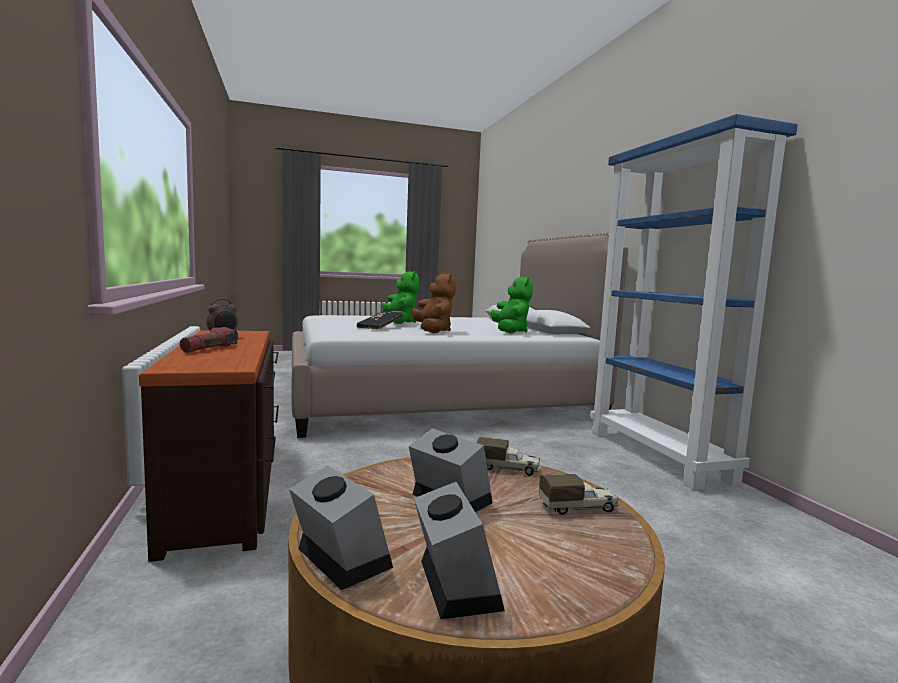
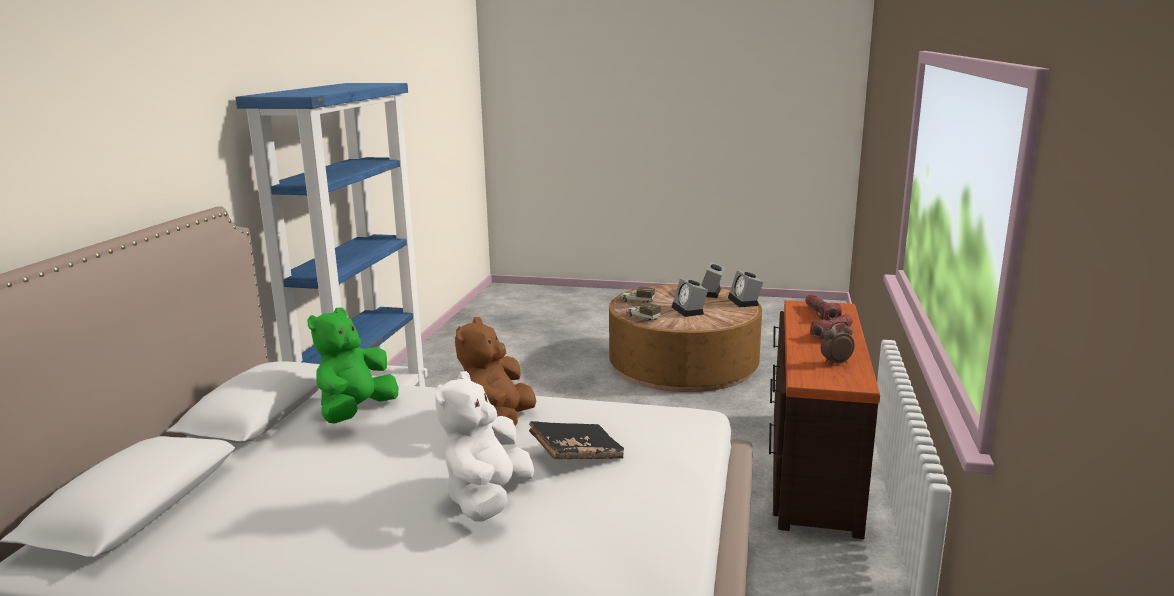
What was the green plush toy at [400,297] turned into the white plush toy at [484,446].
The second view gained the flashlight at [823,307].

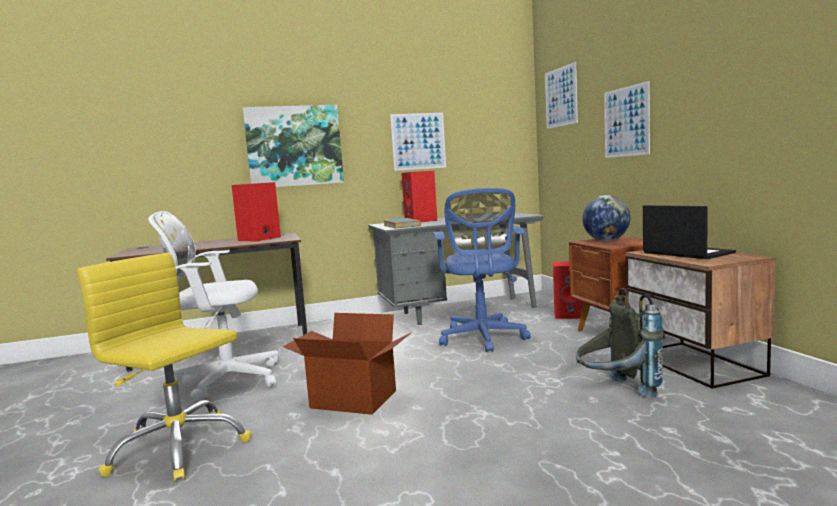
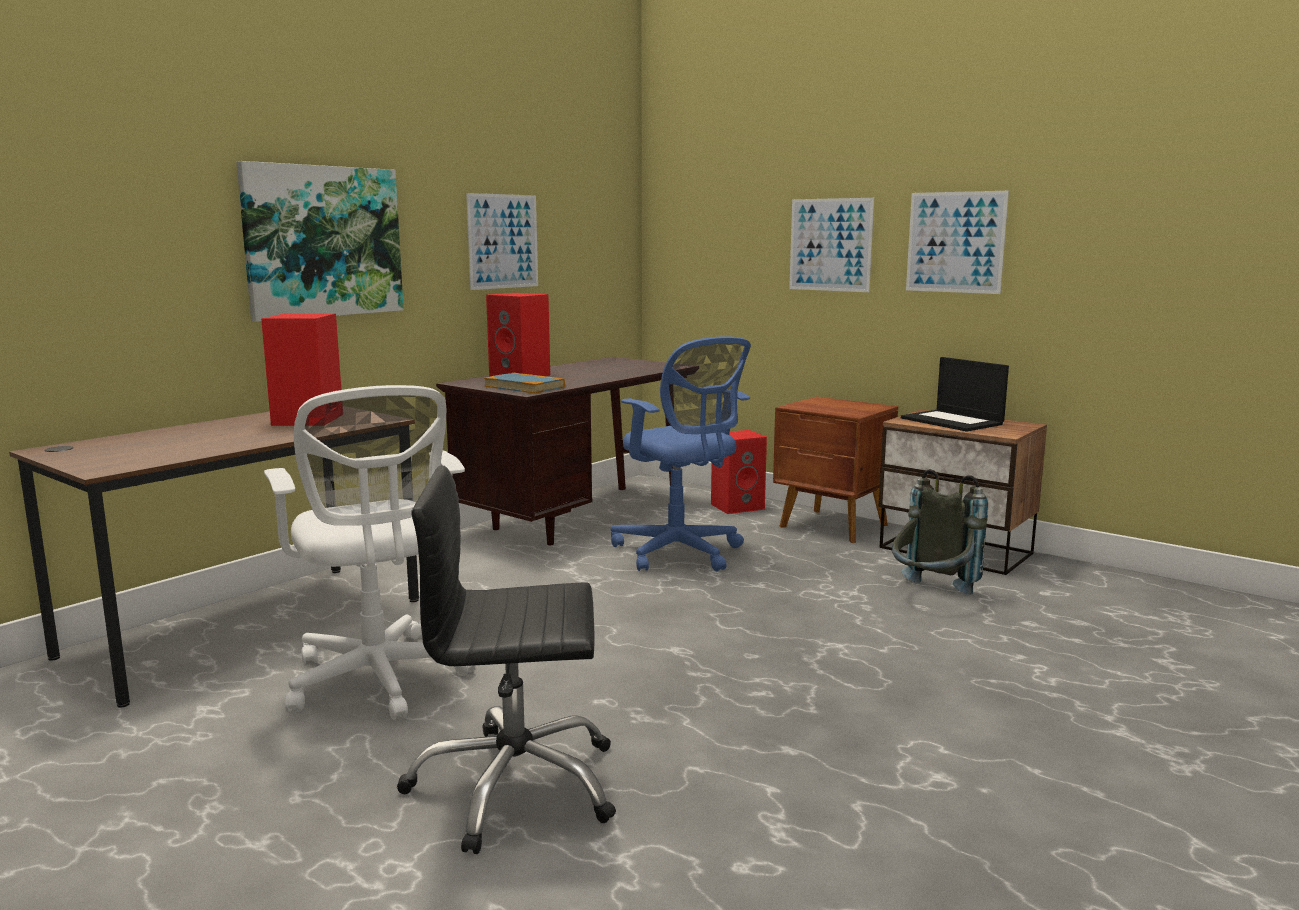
The picture ended up elsewhere, having gone from [561,95] to [957,242].
The second view lost the globe at [606,218].
The laptop at [689,232] ended up facing another way, 150 degrees counterclockwise from before.
The white office chair at [213,306] ended up facing another way, 75 degrees counterclockwise from before.
What was the grey desk at [456,268] turned into the brown desk at [563,451].
What was the yellow office chair at [164,367] turned into the black office chair at [506,660].
The second view lost the cardboard box at [347,364].

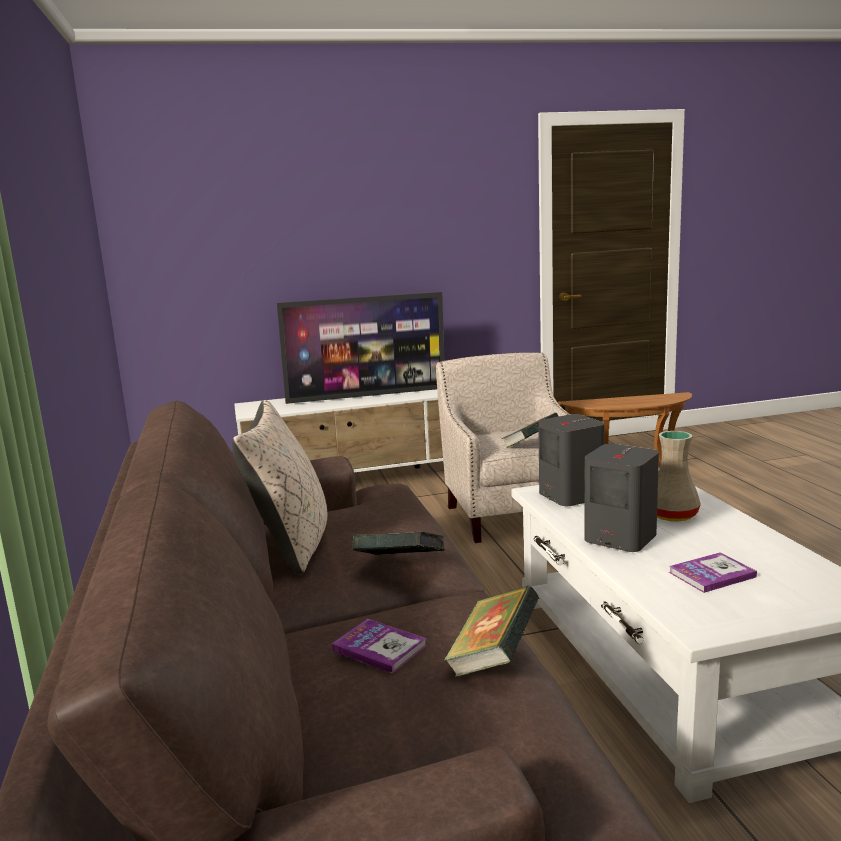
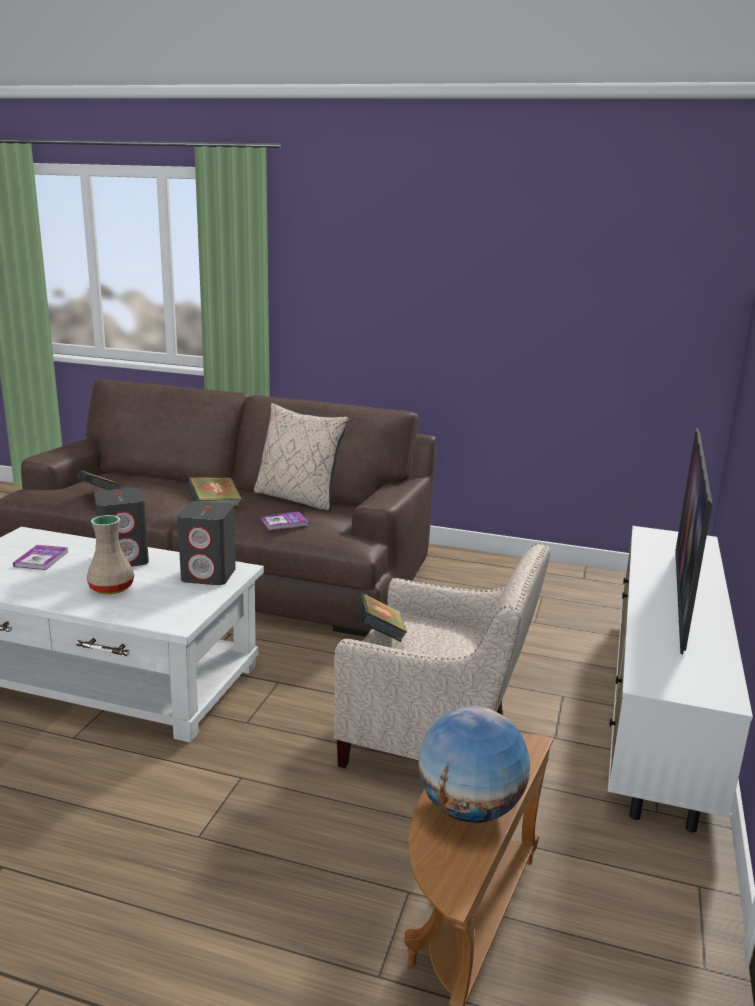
The book ended up elsewhere, having gone from [379,646] to [284,520].
The second view gained the globe at [474,764].

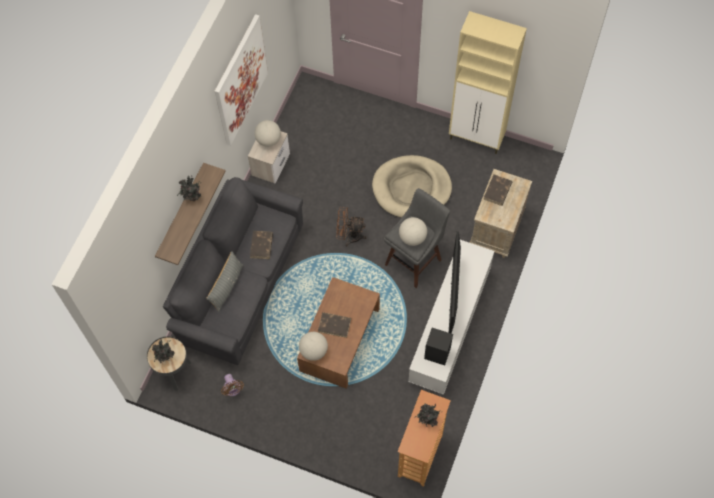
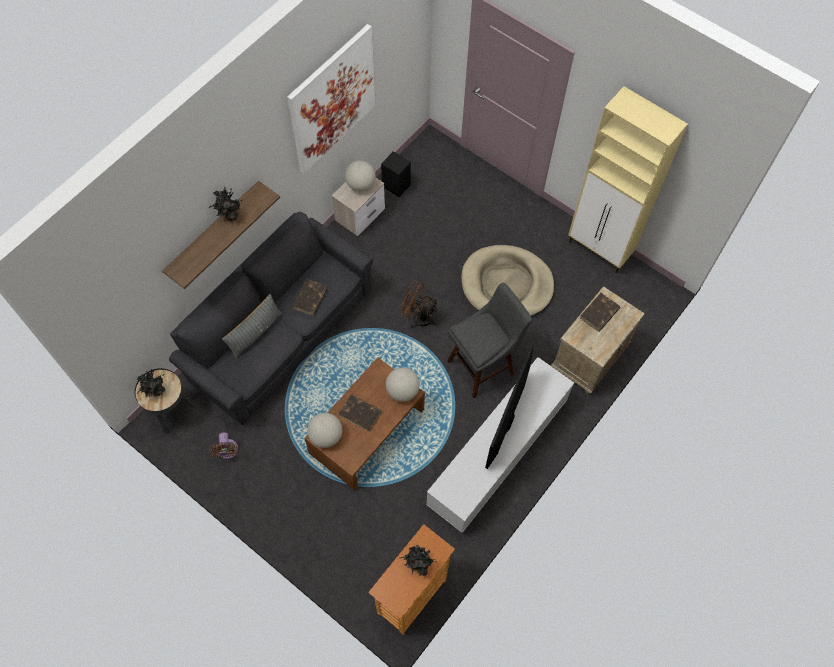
The globe ended up elsewhere, having gone from [413,231] to [403,384].
The black speaker ended up elsewhere, having gone from [438,346] to [396,174].

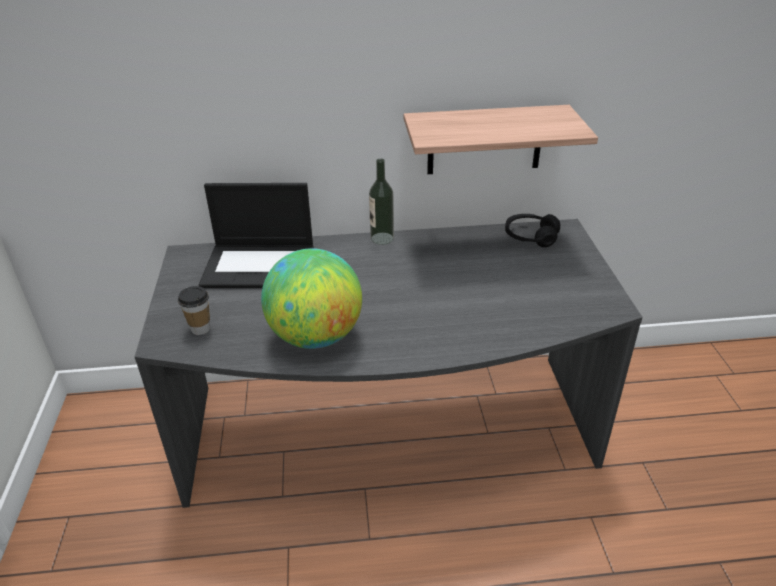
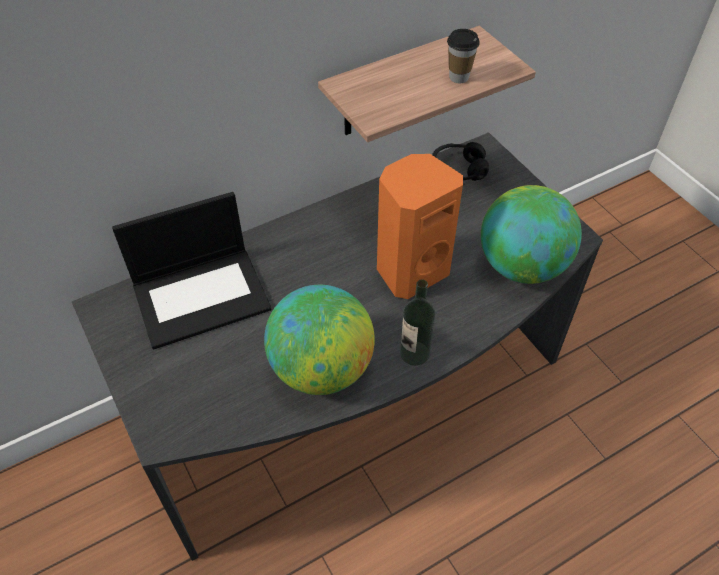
The bottle ended up elsewhere, having gone from [381,202] to [417,322].
The cup ended up elsewhere, having gone from [194,310] to [463,56].
The second view gained the orange speaker at [420,226].
The second view gained the globe at [531,234].

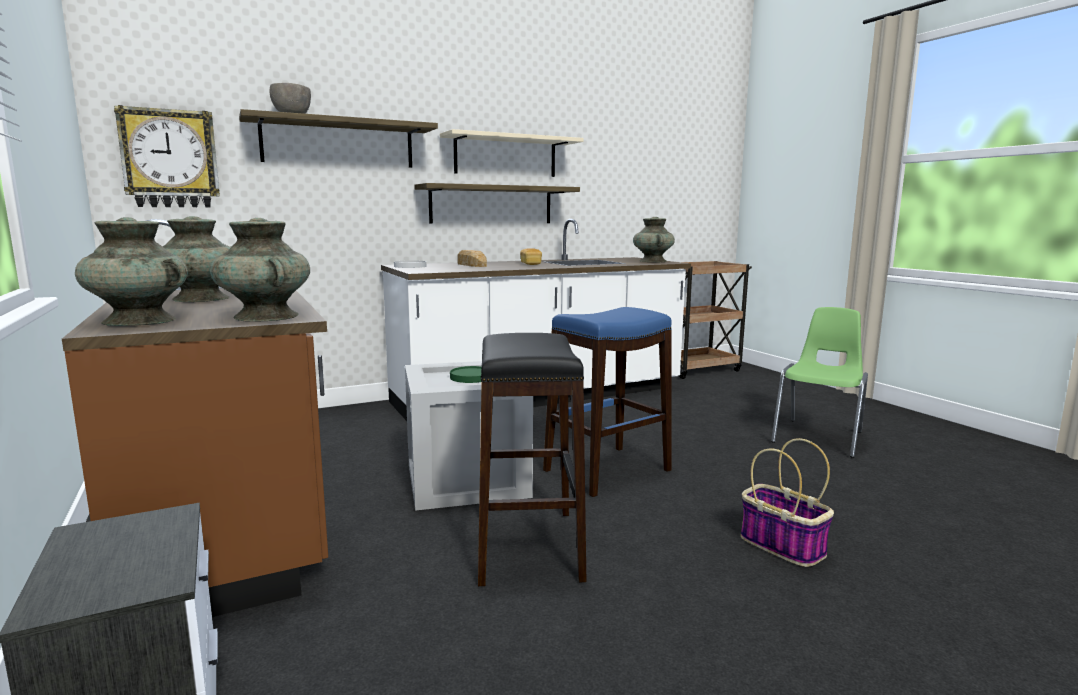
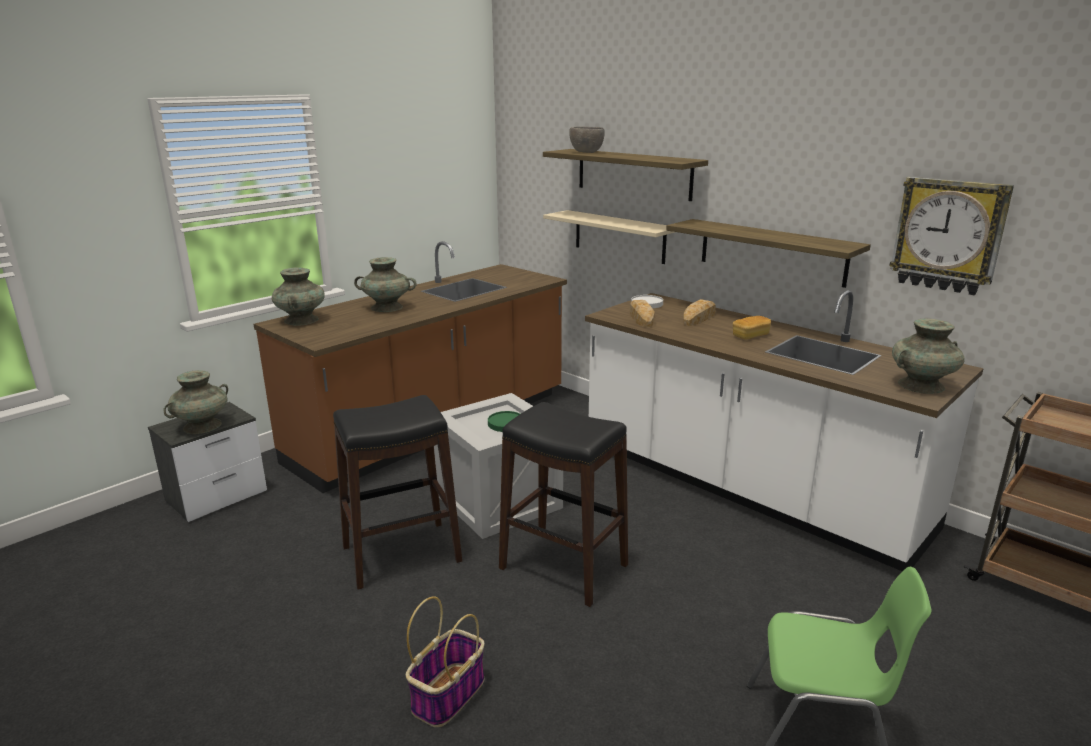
The wall clock ended up elsewhere, having gone from [167,156] to [951,236].
The beige shelf ended up elsewhere, having gone from [511,153] to [609,237].
The turquoise vase ended up elsewhere, having gone from [260,270] to [196,402].
What was the blue stool at [607,402] turned into the black stool at [563,504].
The second view gained the bread at [642,313].

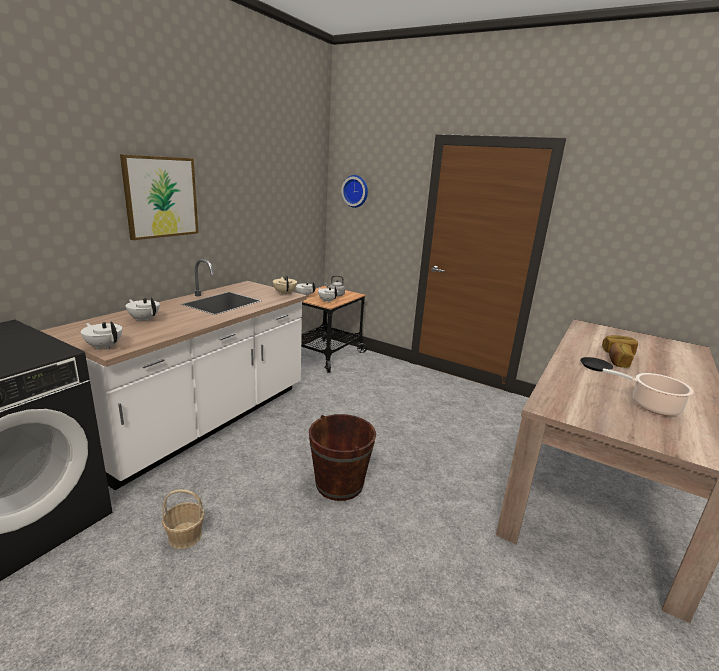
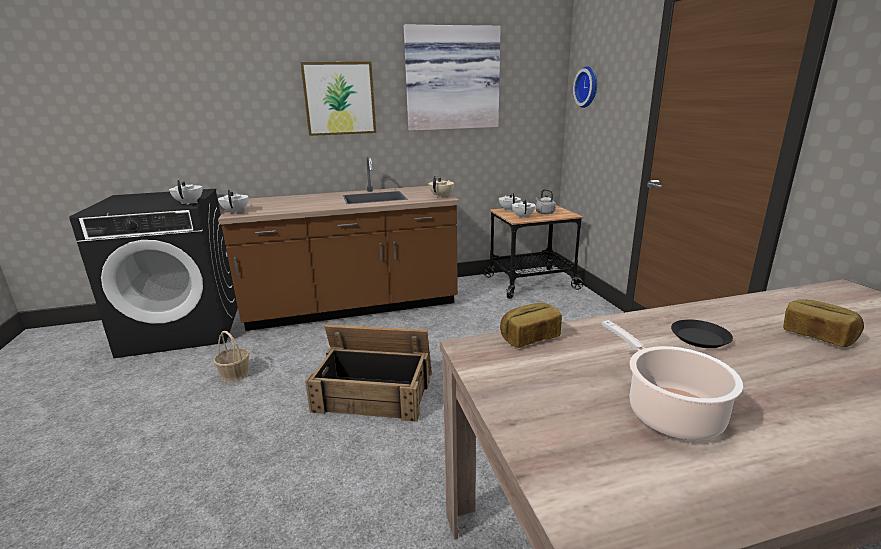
What was the white counter at [174,374] turned into the brown counter at [338,243].
The white teapot ended up elsewhere, having gone from [143,309] to [186,192].
The bread ended up elsewhere, having gone from [621,355] to [531,325].
Where the brown bucket stood at [342,457], the crate came to stand at [368,373].
The second view gained the picture at [452,77].

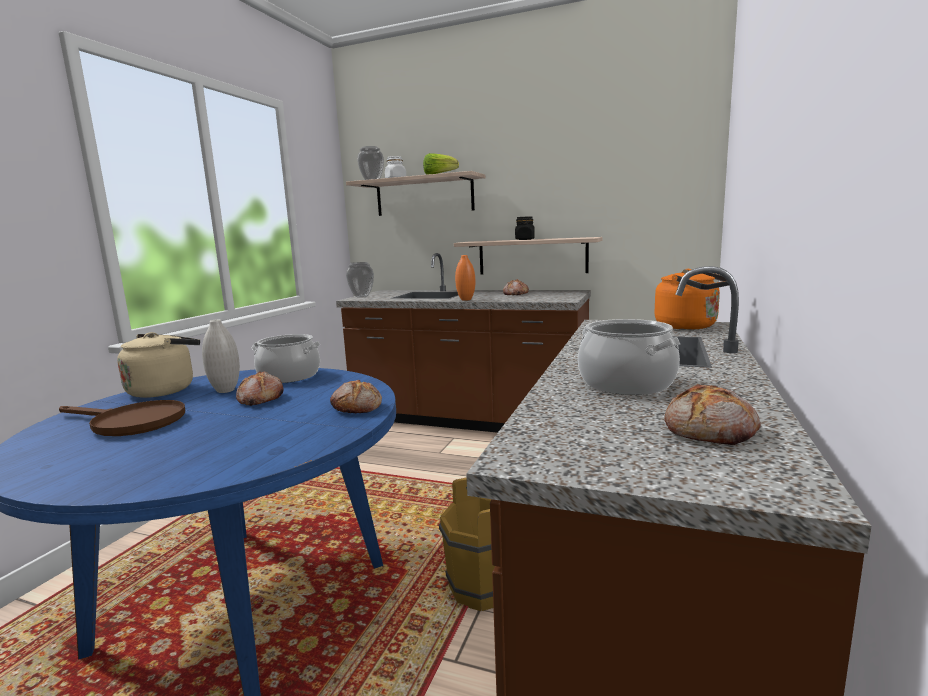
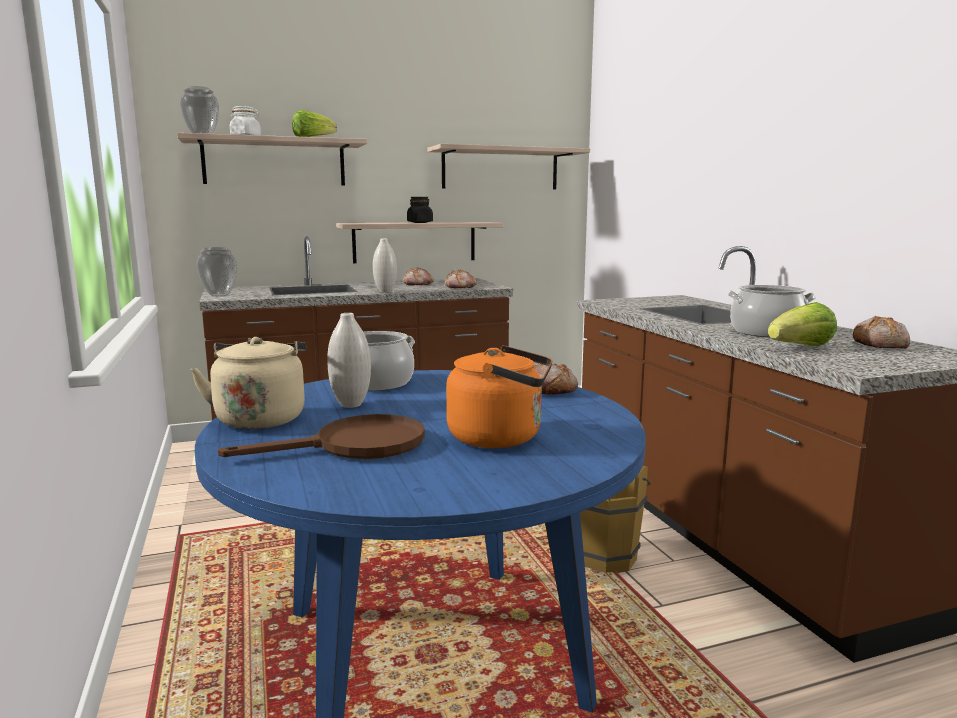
What was the orange vase at [465,278] turned into the white vase at [385,265].
The orange kettle ended up elsewhere, having gone from [691,299] to [499,397].
The bread ended up elsewhere, having gone from [259,388] to [461,279].
The second view gained the shelf at [508,167].
The second view gained the lettuce at [802,324].

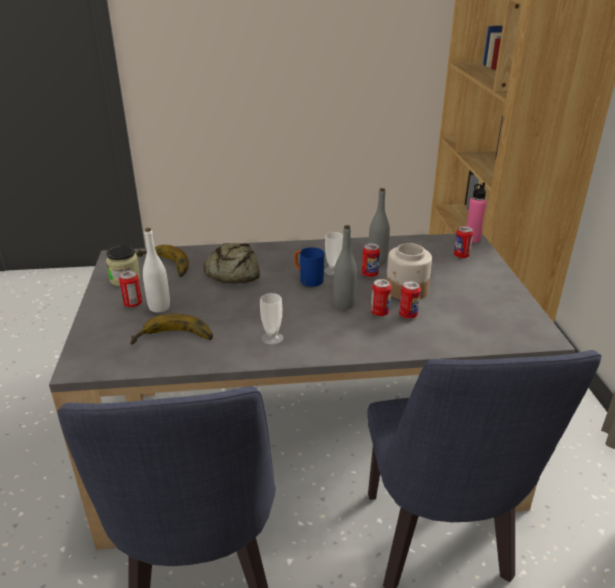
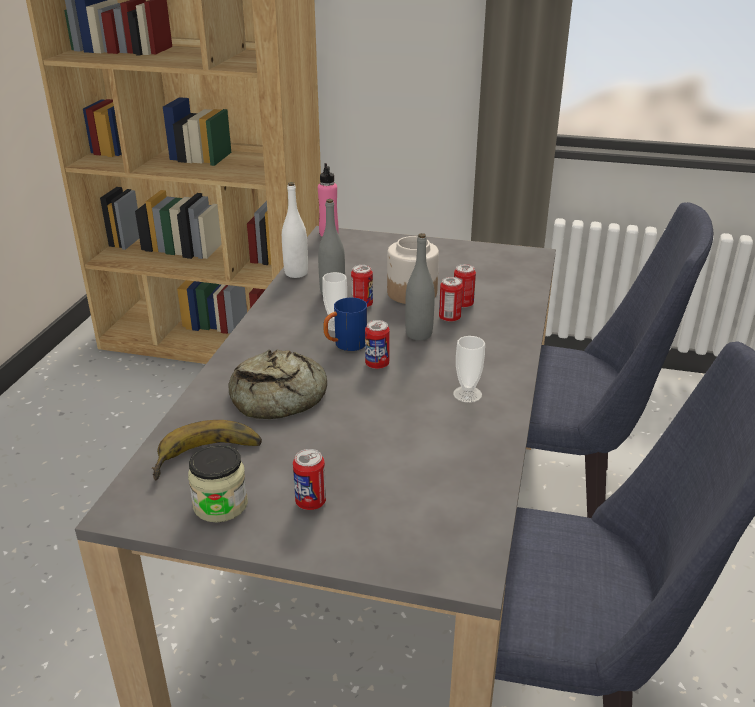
The can ended up elsewhere, having gone from [463,242] to [377,344].
The white bottle ended up elsewhere, having gone from [156,270] to [295,230].
The second view lost the banana at [171,329].

